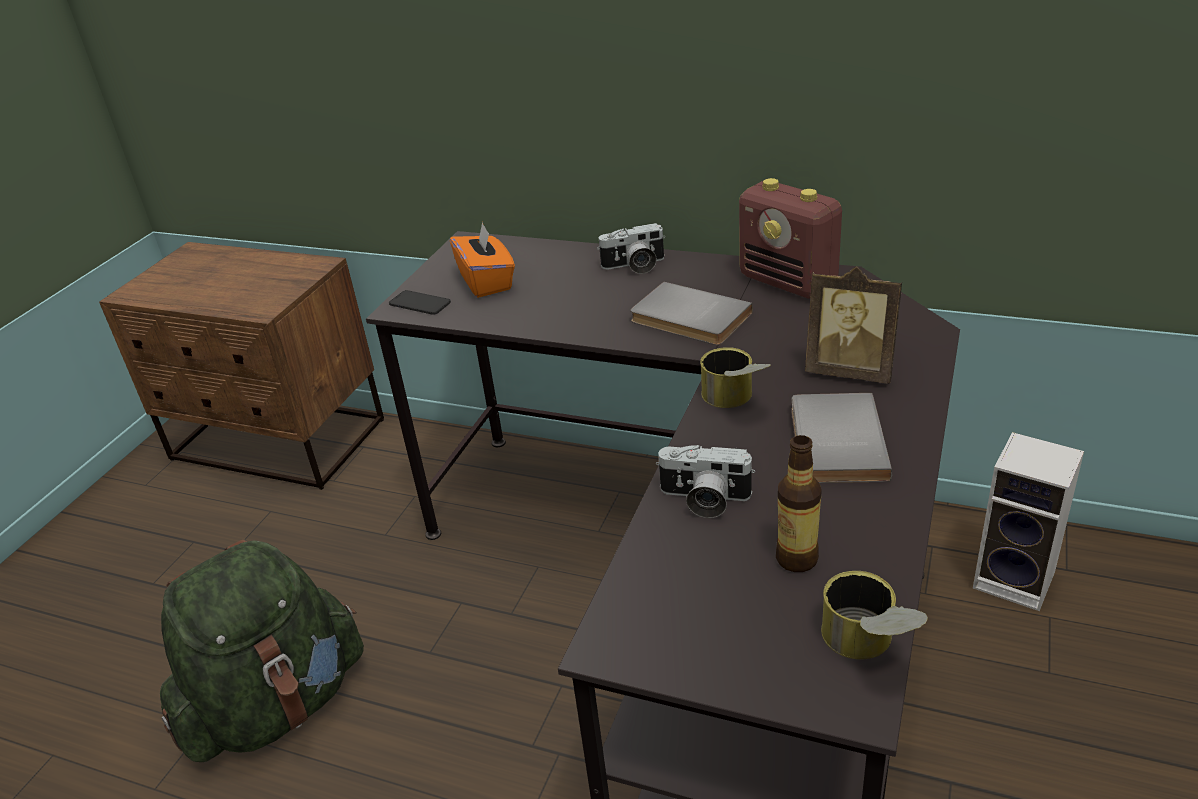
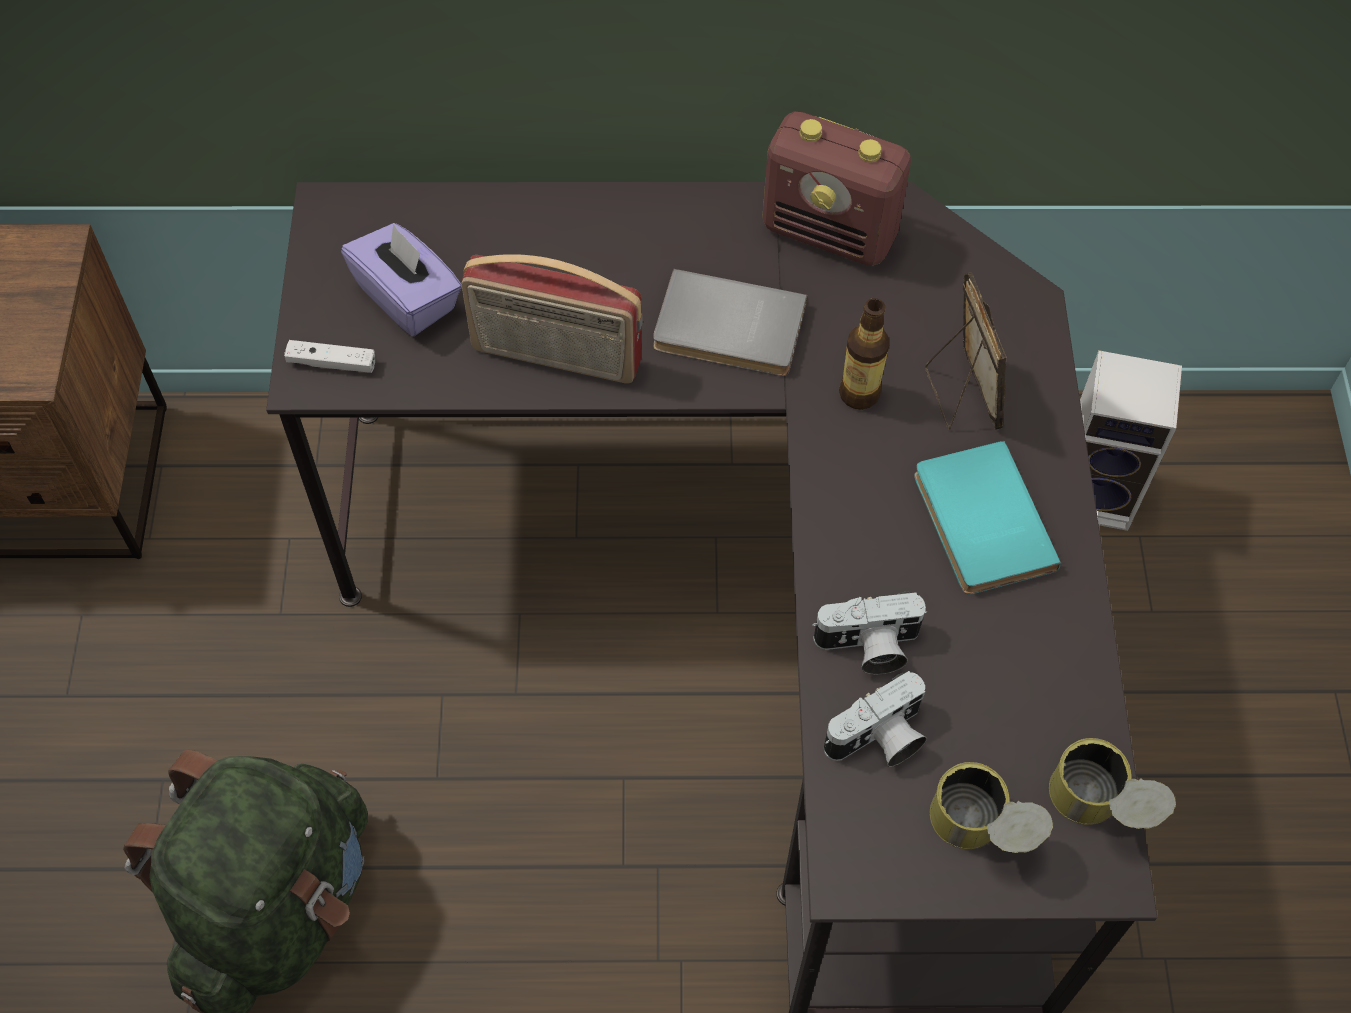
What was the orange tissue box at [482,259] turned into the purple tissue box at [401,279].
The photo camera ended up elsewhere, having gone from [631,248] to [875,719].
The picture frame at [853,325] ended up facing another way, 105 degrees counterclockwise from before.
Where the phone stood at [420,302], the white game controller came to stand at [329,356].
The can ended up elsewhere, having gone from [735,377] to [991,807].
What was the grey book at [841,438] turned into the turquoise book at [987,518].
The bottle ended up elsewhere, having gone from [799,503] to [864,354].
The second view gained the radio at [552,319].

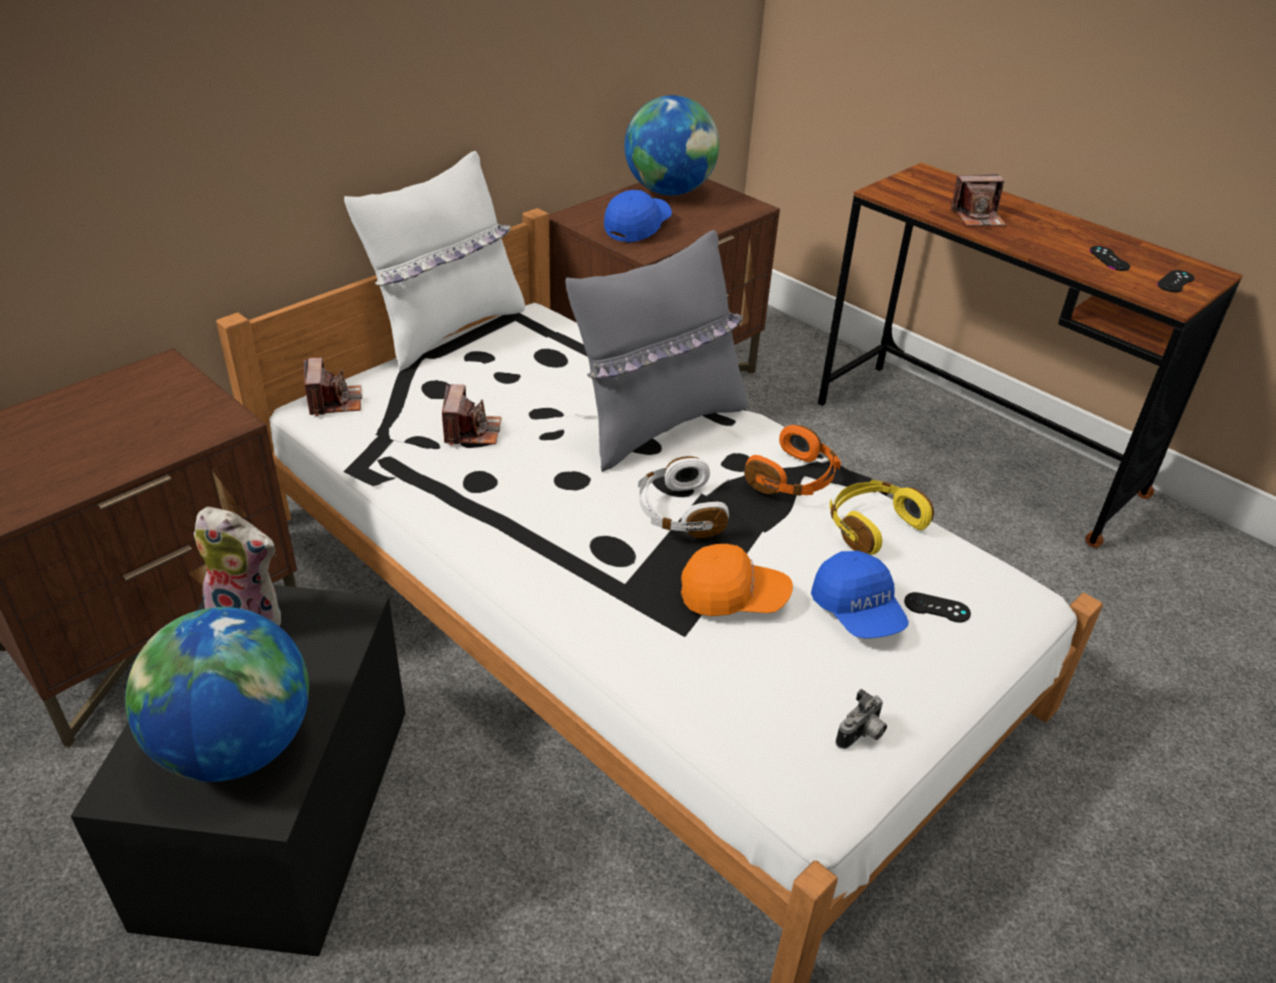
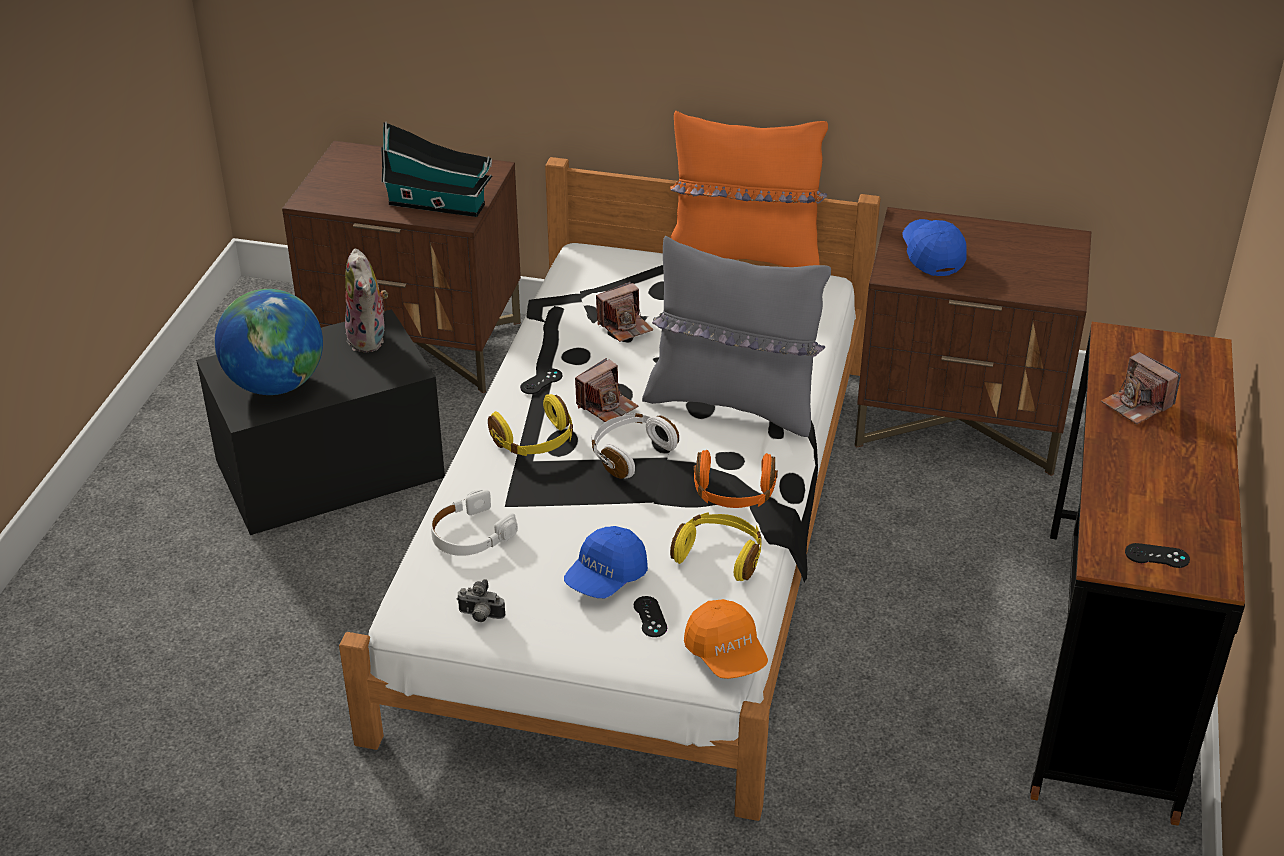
The second view lost the globe at [672,145].
What was the white pillow at [434,261] turned into the orange pillow at [749,189].
The blue cap at [638,216] ended up facing another way, 105 degrees counterclockwise from before.
The black game controller ended up elsewhere, having gone from [1110,258] to [541,381].
The photo camera ended up elsewhere, having gone from [333,387] to [606,390].
The orange cap ended up elsewhere, having gone from [737,580] to [726,639].
The second view gained the toy house at [436,169].
The second view gained the yellow headphones at [530,425].
The second view gained the white headphones at [474,523].

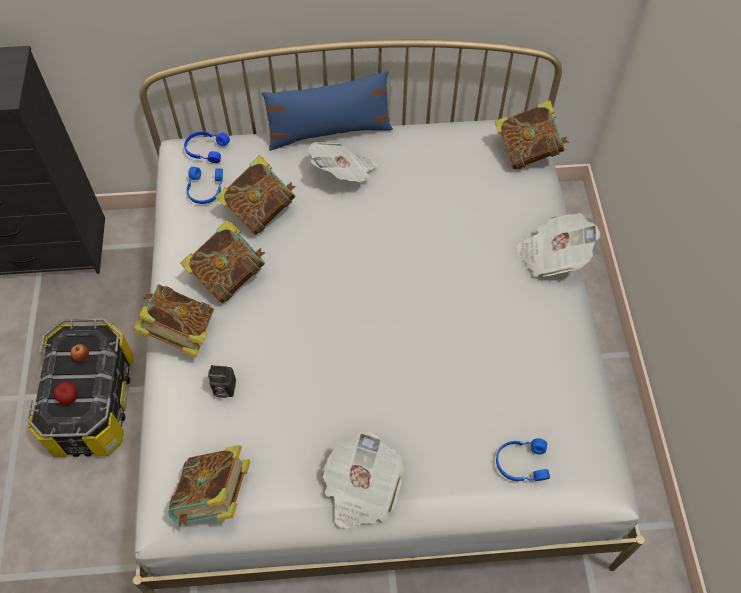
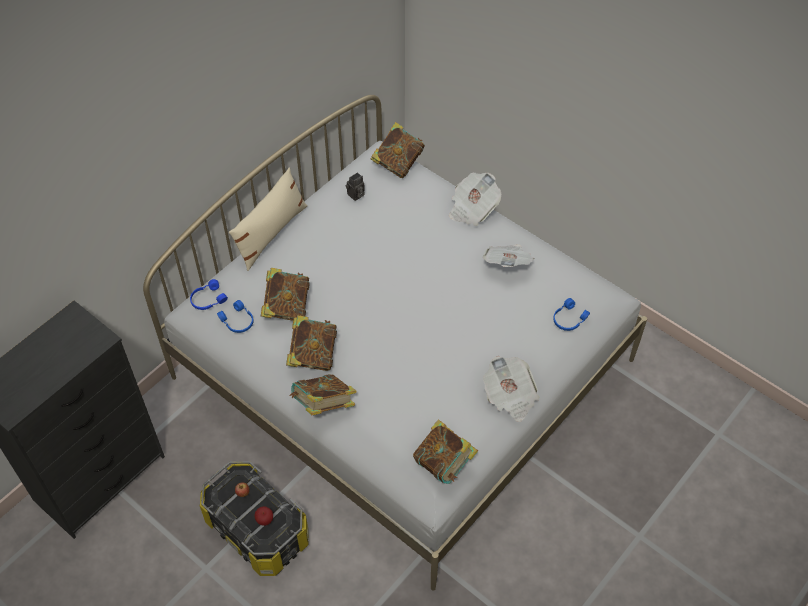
What was the blue pillow at [327,111] turned into the beige pillow at [268,219].
The newspaper ended up elsewhere, having gone from [343,162] to [508,255].
The photo camera ended up elsewhere, having gone from [222,381] to [355,186].

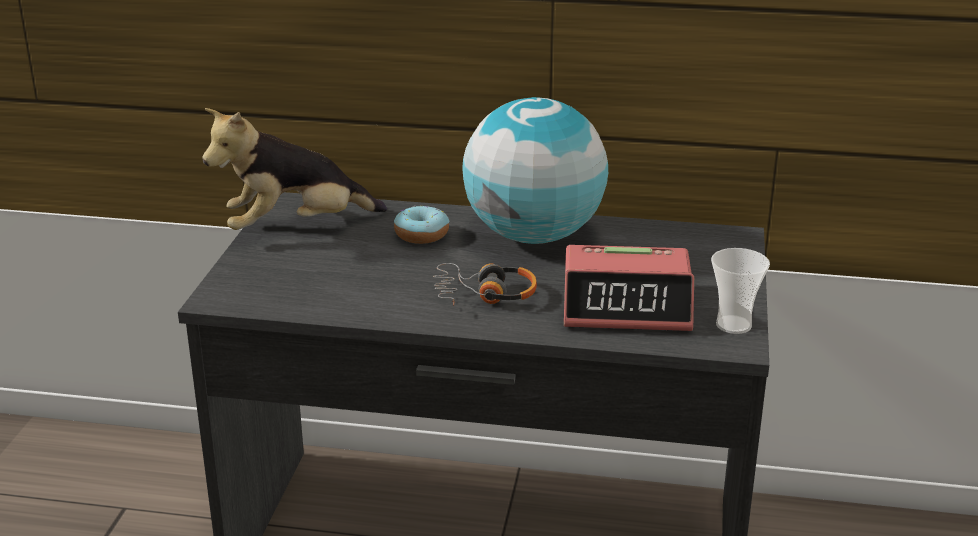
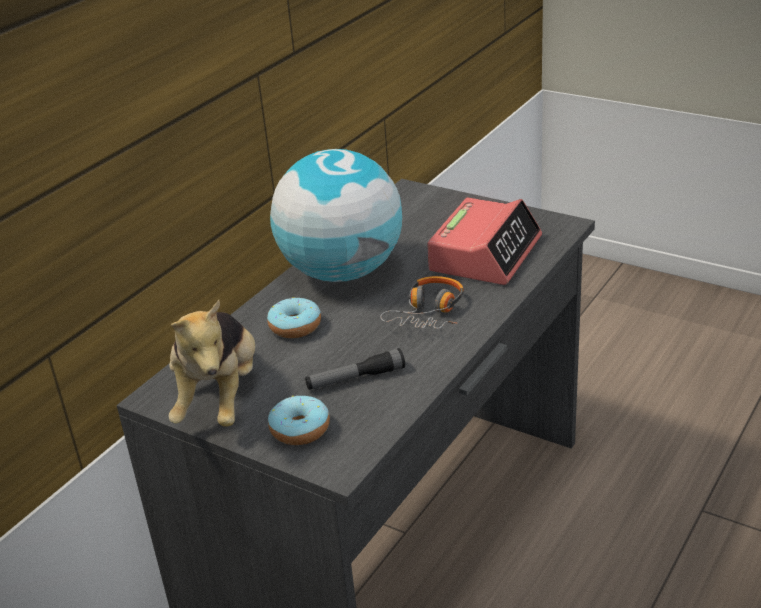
The second view lost the cup at [740,291].
The second view gained the flashlight at [355,369].
The second view gained the donut at [299,420].

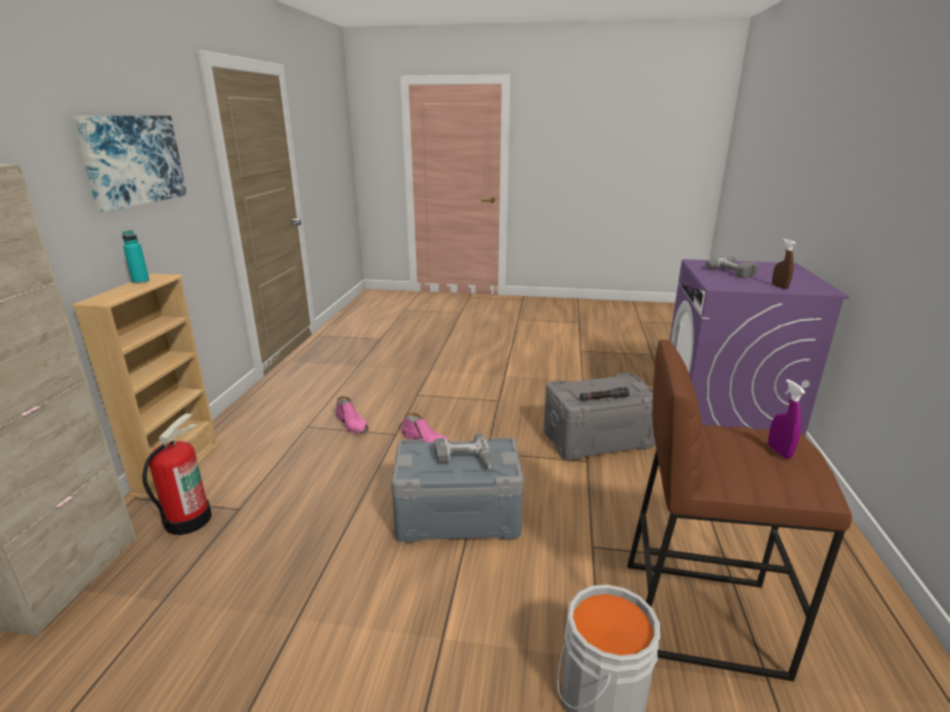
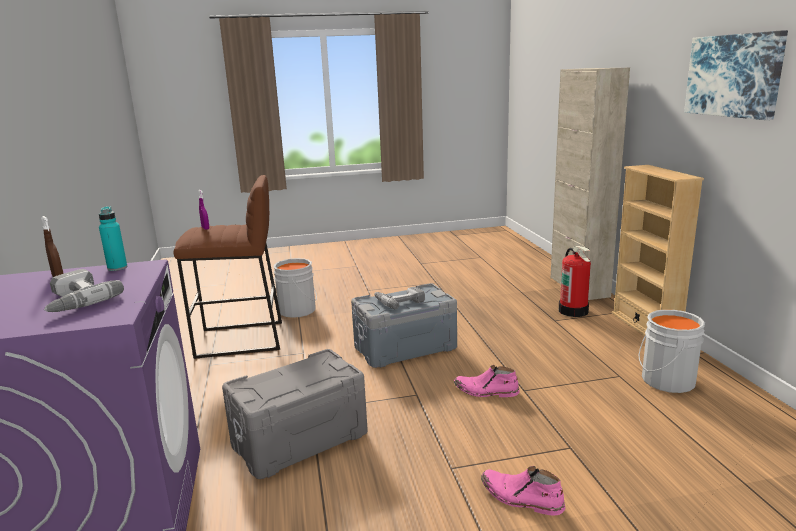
The turquoise bottle ended up elsewhere, having gone from [136,257] to [113,238].
The second view lost the black flashlight at [604,394].
The pink boot ended up elsewhere, having gone from [352,415] to [523,491].
The second view gained the grey bucket at [671,351].

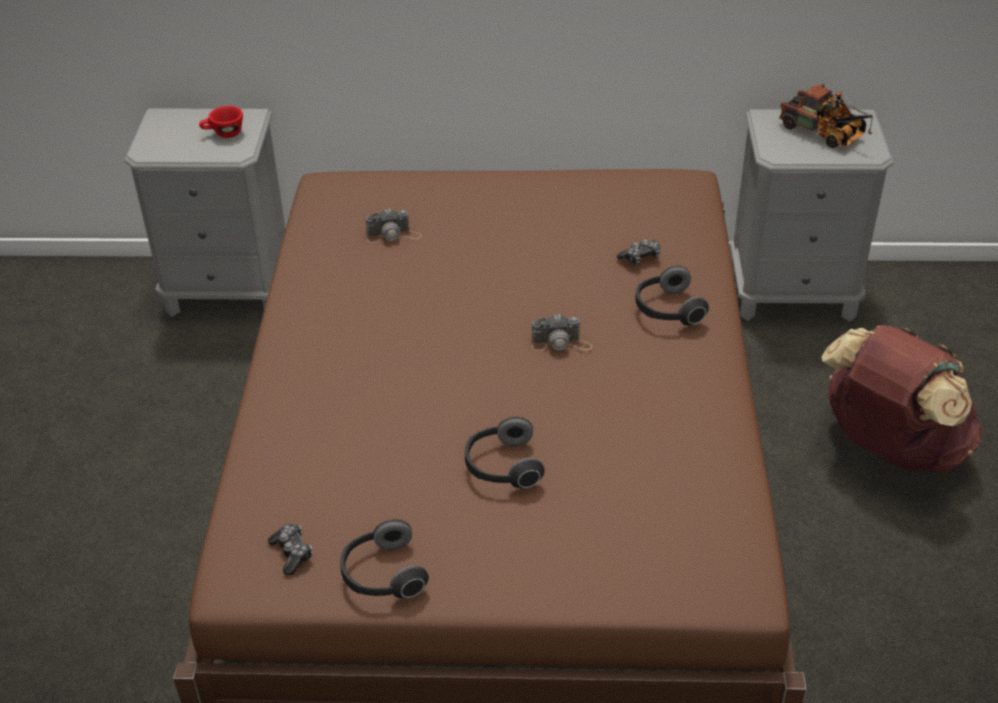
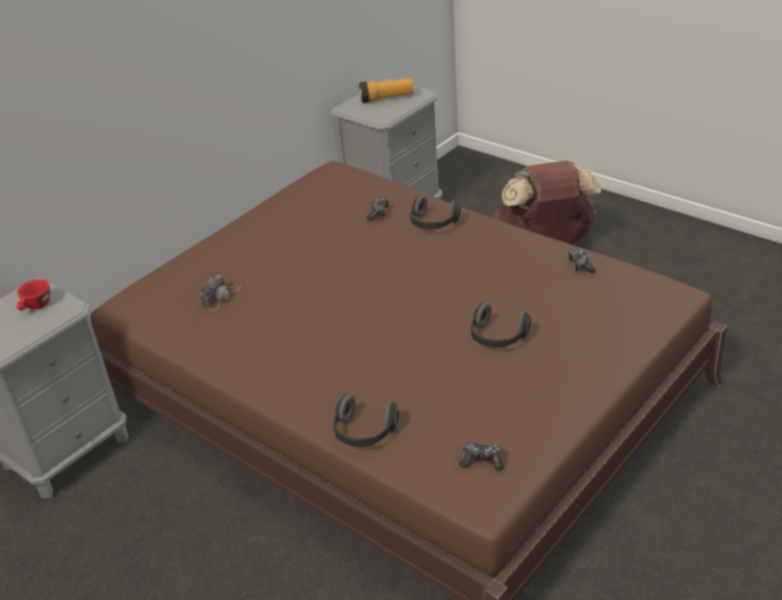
Where the toy truck stood at [826,116], the flashlight came to stand at [386,90].
The second view lost the photo camera at [561,332].
The headphones ended up elsewhere, having gone from [384,558] to [366,420].
The second view gained the game controller at [581,260].

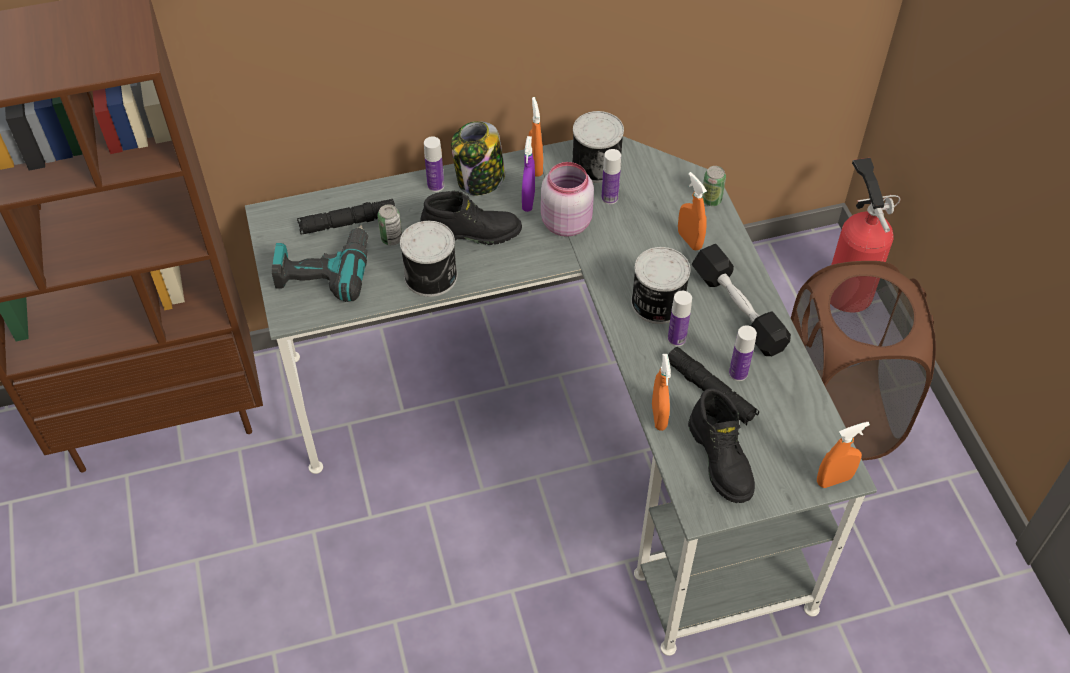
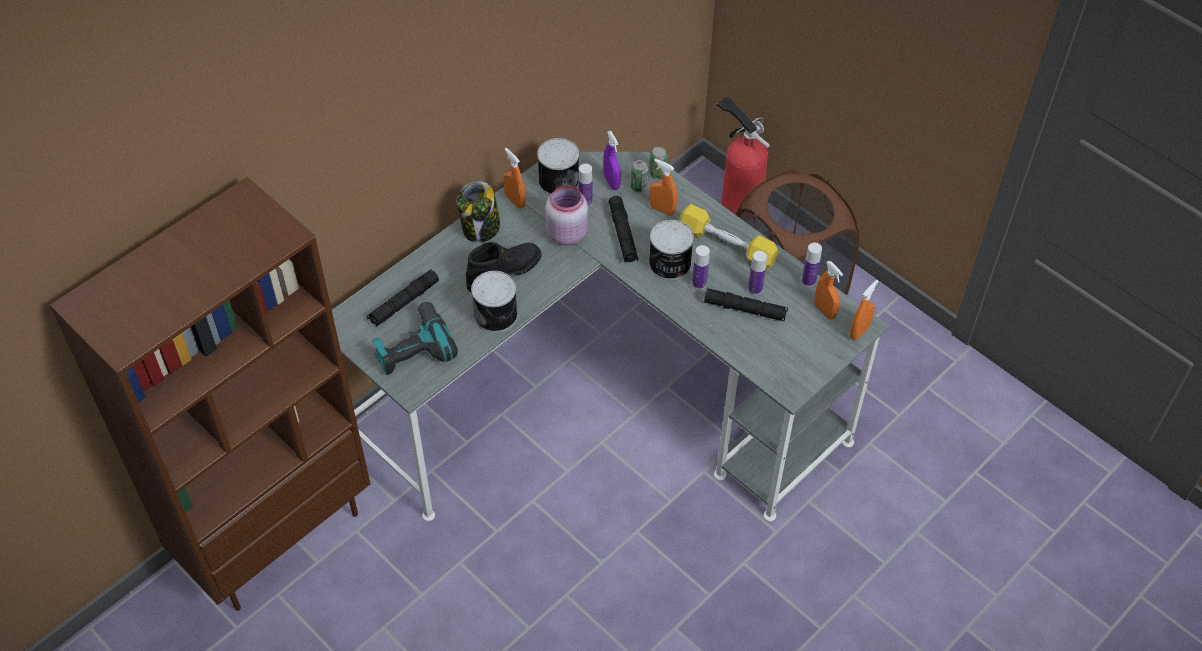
The bottle ended up elsewhere, having gone from [434,164] to [812,265].
The purple spray bottle ended up elsewhere, having gone from [528,174] to [612,160].
The can ended up elsewhere, having gone from [389,224] to [640,176].
What was the black dumbbell at [741,300] turned into the yellow dumbbell at [729,236].
The orange spray bottle ended up elsewhere, having gone from [661,392] to [828,290].
The second view lost the black boot at [721,445].
The second view gained the black flashlight at [623,229].

